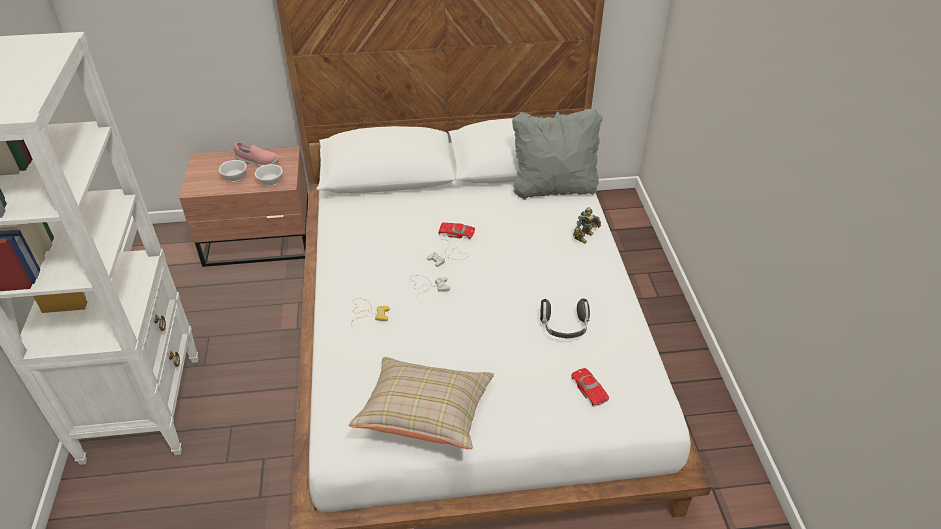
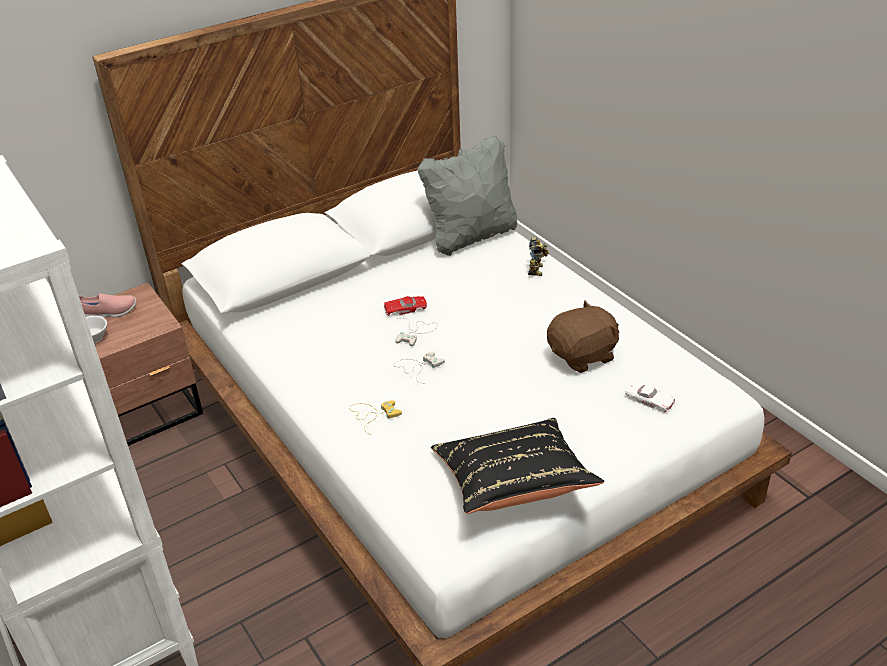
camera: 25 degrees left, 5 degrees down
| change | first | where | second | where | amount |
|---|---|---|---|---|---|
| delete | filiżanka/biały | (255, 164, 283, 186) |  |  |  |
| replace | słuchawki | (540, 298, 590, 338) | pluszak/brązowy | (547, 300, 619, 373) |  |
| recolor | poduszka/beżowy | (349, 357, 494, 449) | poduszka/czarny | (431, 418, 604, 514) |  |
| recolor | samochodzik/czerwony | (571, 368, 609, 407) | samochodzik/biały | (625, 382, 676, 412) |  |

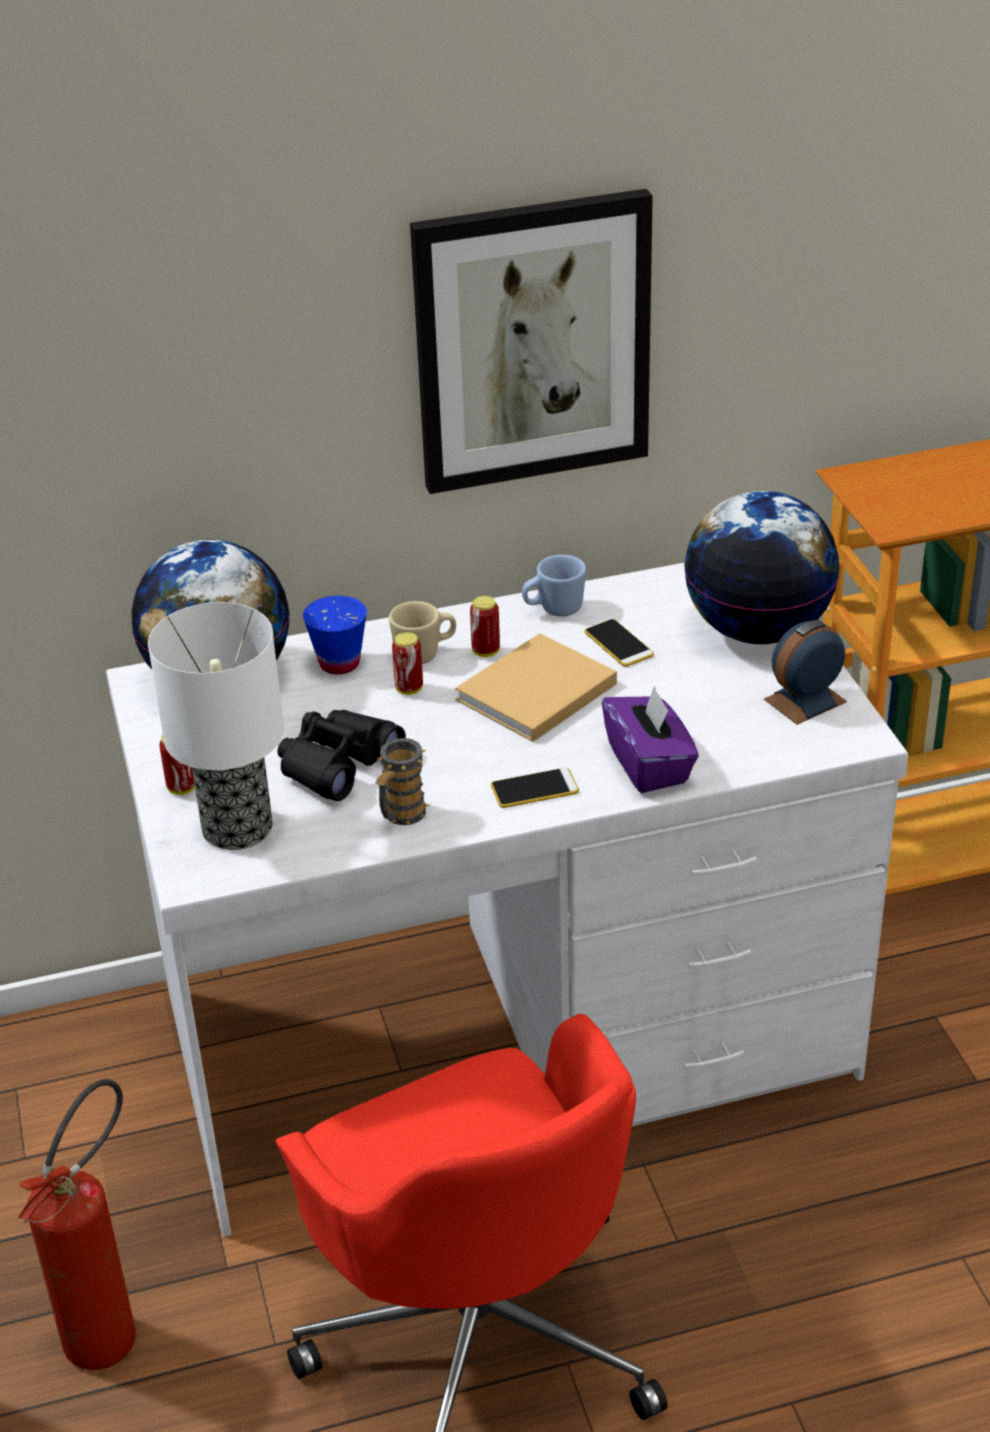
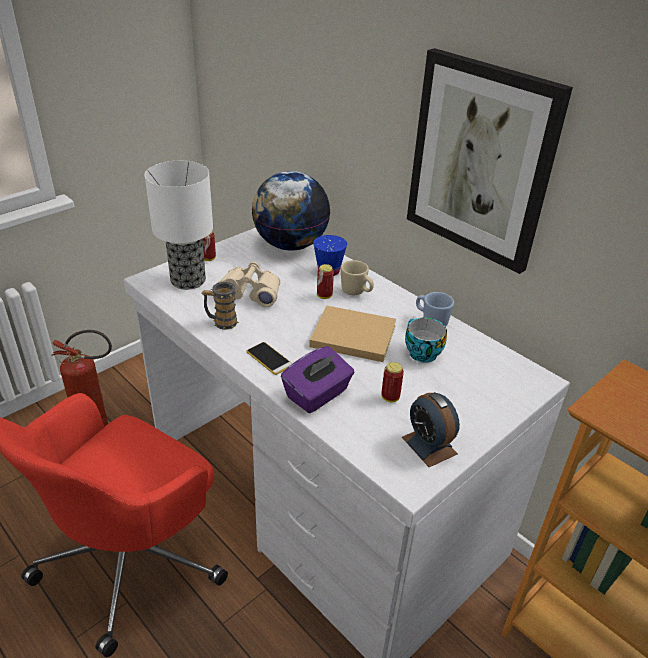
camera: 60 degrees right, 0 degrees up
| change | first | where | second | where | amount |
|---|---|---|---|---|---|
| delete | globus | (684, 491, 840, 644) |  |  |  |
| move | puszka | (470, 596, 500, 657) |  | (381, 362, 404, 402) |  |
| replace | telefon | (585, 619, 654, 667) | filiżanka | (405, 317, 447, 363) |  |
| recolor | lornetka/czarny | (277, 710, 406, 801) | lornetka/beżowy | (218, 262, 280, 307) |  |
| rotate | budzik | (764, 620, 847, 725) |  | (402, 392, 460, 467) | 150 degrees counterclockwise |

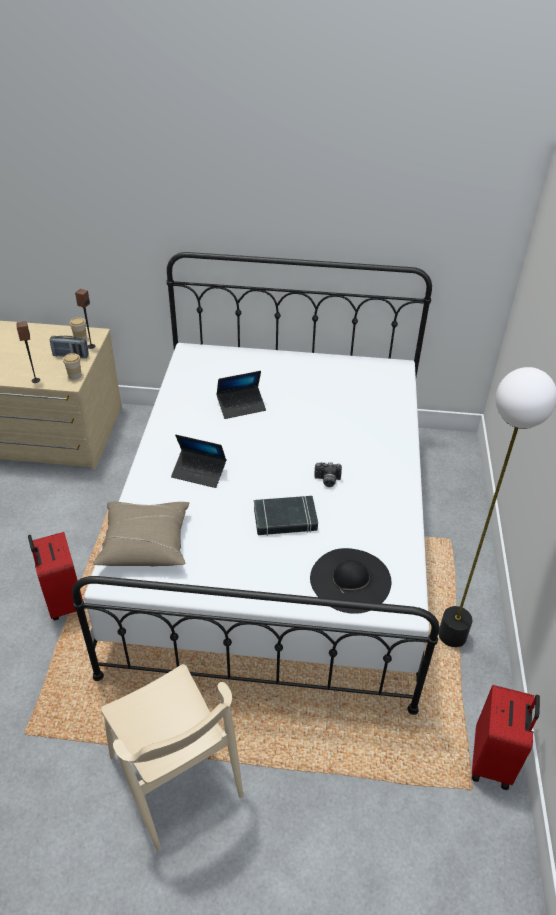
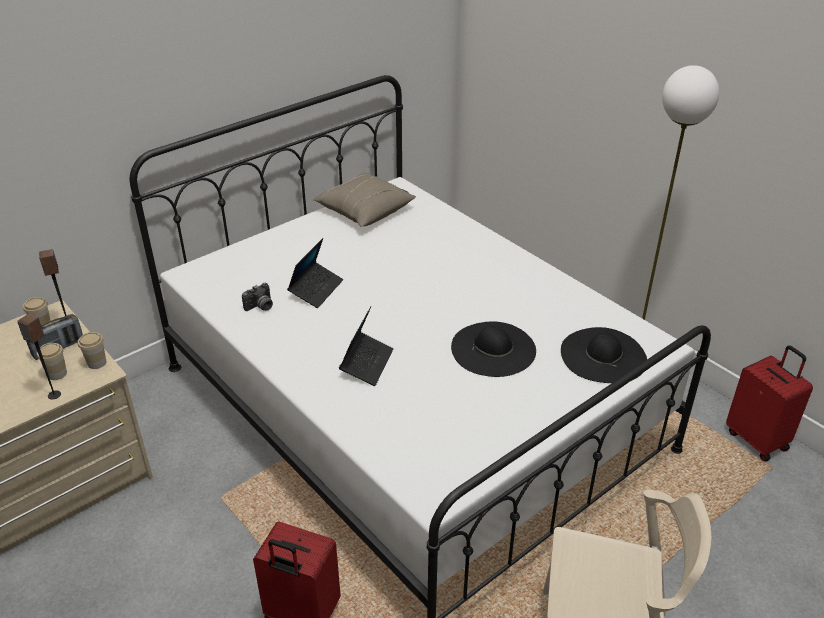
camera: 45 degrees left, 5 degrees down
| change | first | where | second | where | amount |
|---|---|---|---|---|---|
| insert |  |  | filiżanka | (37, 343, 67, 380) |  |
| move | poduszka/beżowy | (93, 502, 189, 567) |  | (313, 173, 416, 227) |  |
| move | aparat fotograficzny | (314, 462, 342, 487) |  | (242, 283, 273, 311) |  |
| replace | książka/czarny | (254, 496, 318, 536) | kapelusz/czarny | (451, 321, 536, 377) |  |
| rotate | laptop | (171, 435, 226, 488) |  | (339, 307, 393, 386) | 45 degrees counterclockwise |

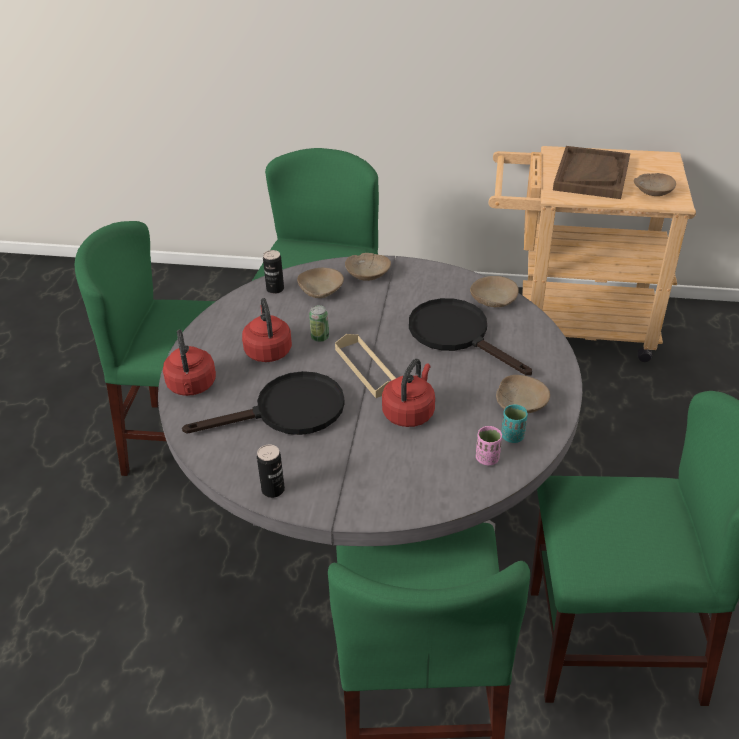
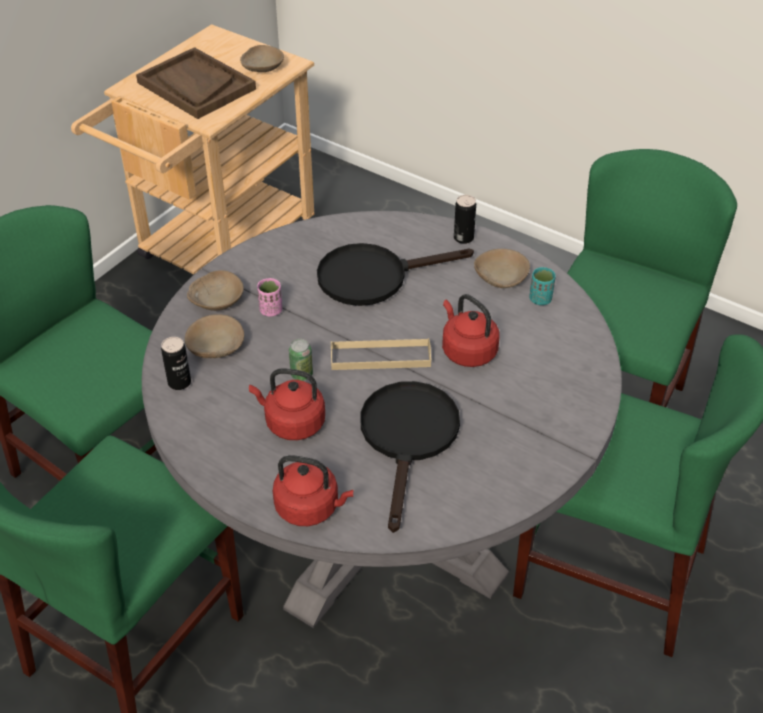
camera: 65 degrees left, 5 degrees up
| change | first | where | second | where | amount |
|---|---|---|---|---|---|
| delete | miska/beżowy | (470, 276, 519, 307) |  |  |  |
| move | puszka | (257, 444, 285, 498) |  | (454, 195, 476, 244) |  |
| move | filiżanka/różowy | (476, 426, 502, 465) |  | (257, 278, 282, 317) |  |

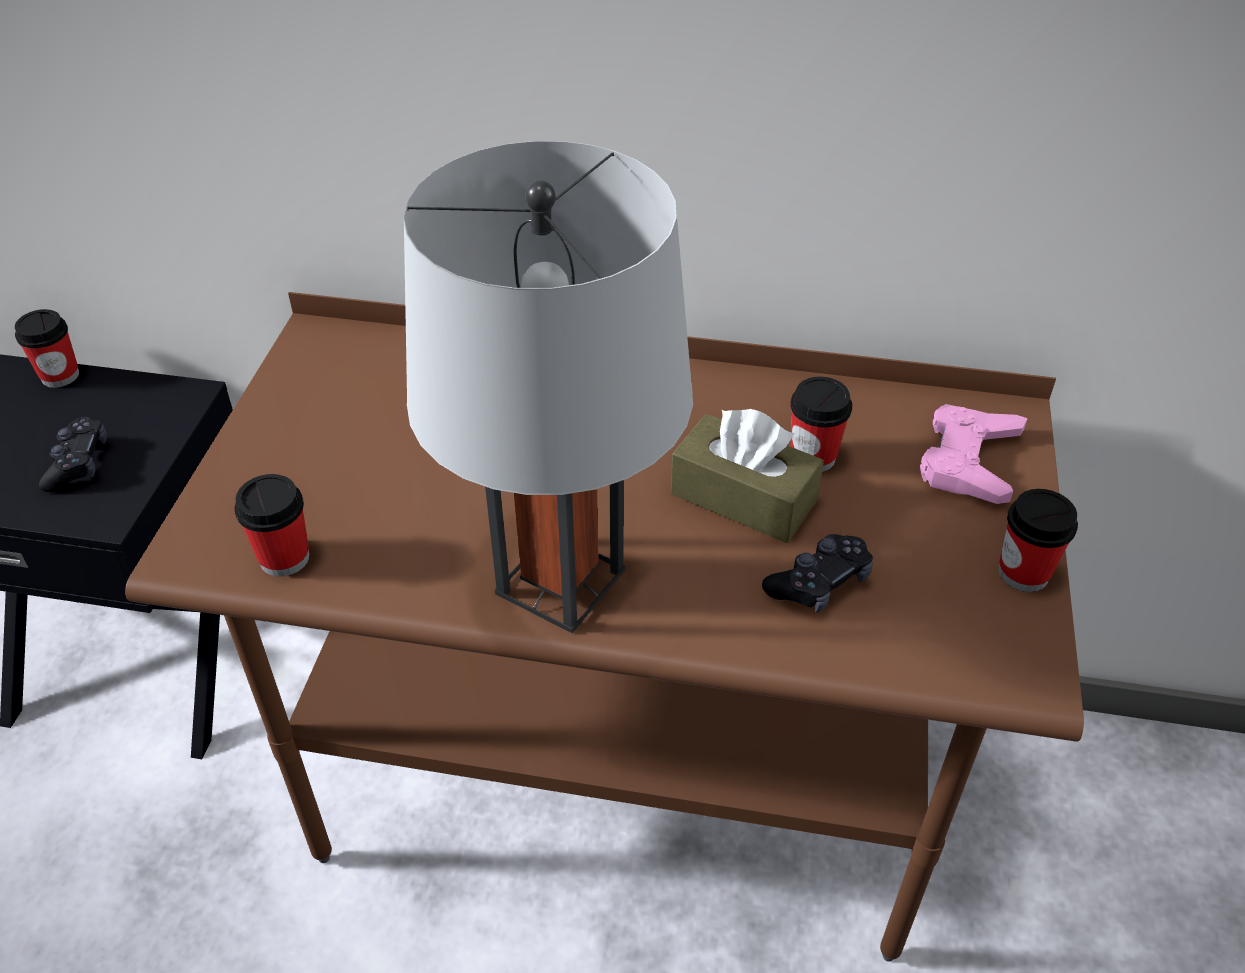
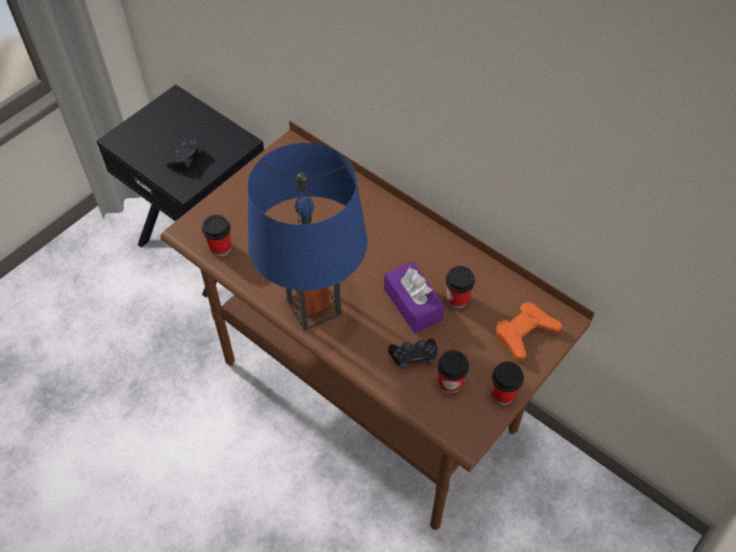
camera: 30 degrees right, 10 degrees up
| change | first | where | second | where | amount |
|---|---|---|---|---|---|
| move | filiżanka | (15, 309, 79, 388) |  | (438, 350, 469, 394) |  |
| recolor | lampa stołowa/szary | (403, 141, 693, 633) | lampa stołowa/niebieski | (248, 143, 368, 331) |  |
| recolor | pudełko chusteczek/brązowy | (671, 409, 824, 543) | pudełko chusteczek/fioletowy | (384, 262, 444, 333) |  |
| recolor | pad do gier/różowy | (920, 404, 1028, 504) | pad do gier/pomarańczowy | (496, 302, 562, 361) |  |

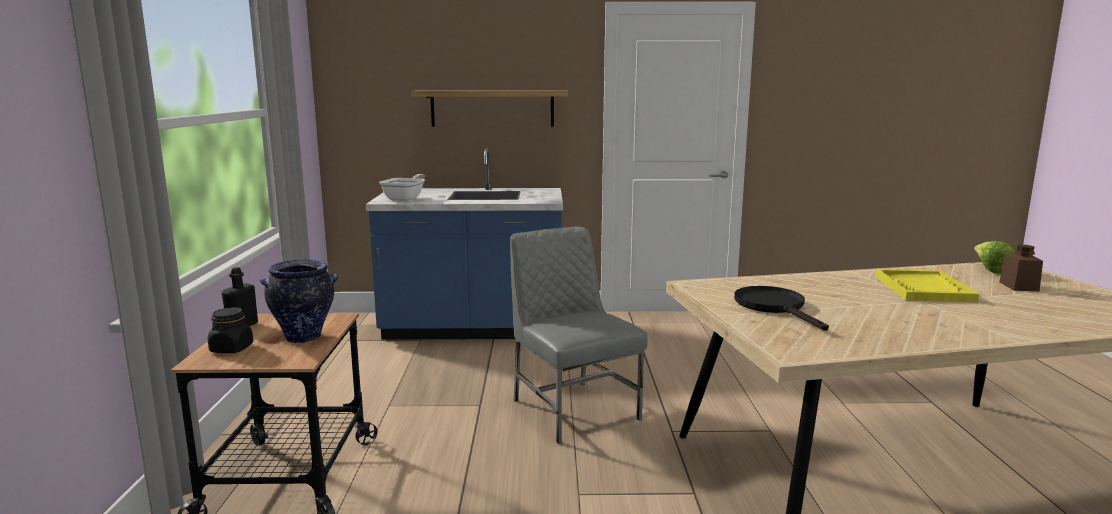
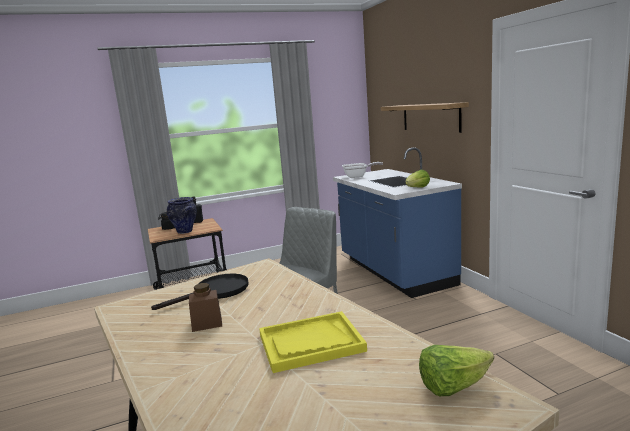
camera: 70 degrees right, 0 degrees up
| change | first | where | second | where | amount |
|---|---|---|---|---|---|
| insert |  |  | sałata | (405, 170, 430, 188) |  |
| move | słoik/brązowy | (999, 244, 1043, 291) |  | (189, 283, 222, 332) |  |

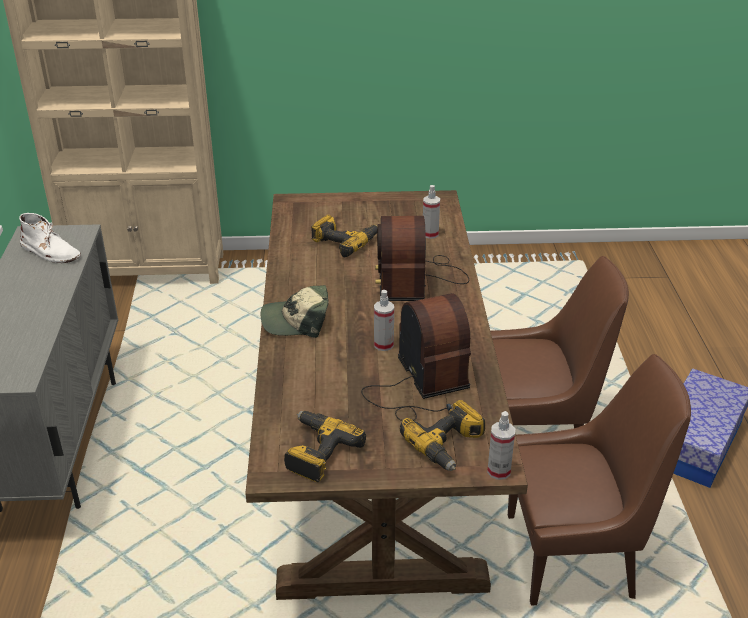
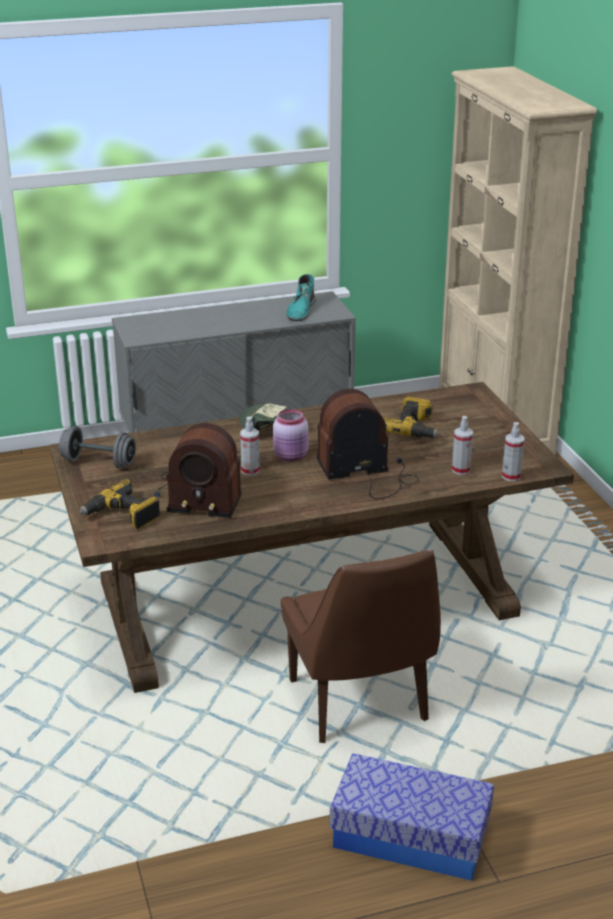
camera: 75 degrees right, 5 degrees down
| change | first | where | second | where | amount |
|---|---|---|---|---|---|
| delete | krzesło/brązowy | (508, 354, 691, 606) |  |  |  |
| insert |  |  | słoik/różowy | (273, 409, 309, 462) |  |
| move | spryskiwacz | (487, 411, 515, 480) |  | (502, 422, 525, 481) |  |
| replace | wiertarka | (284, 411, 366, 482) | hantel/szary | (59, 426, 136, 468) |  |
| recolor | but z cholewką/biały | (19, 213, 81, 263) | but z cholewką/turkusowy | (286, 274, 316, 321) |  |
| rotate | radio | (361, 293, 471, 421) |  | (154, 423, 242, 518) | 45 degrees clockwise |

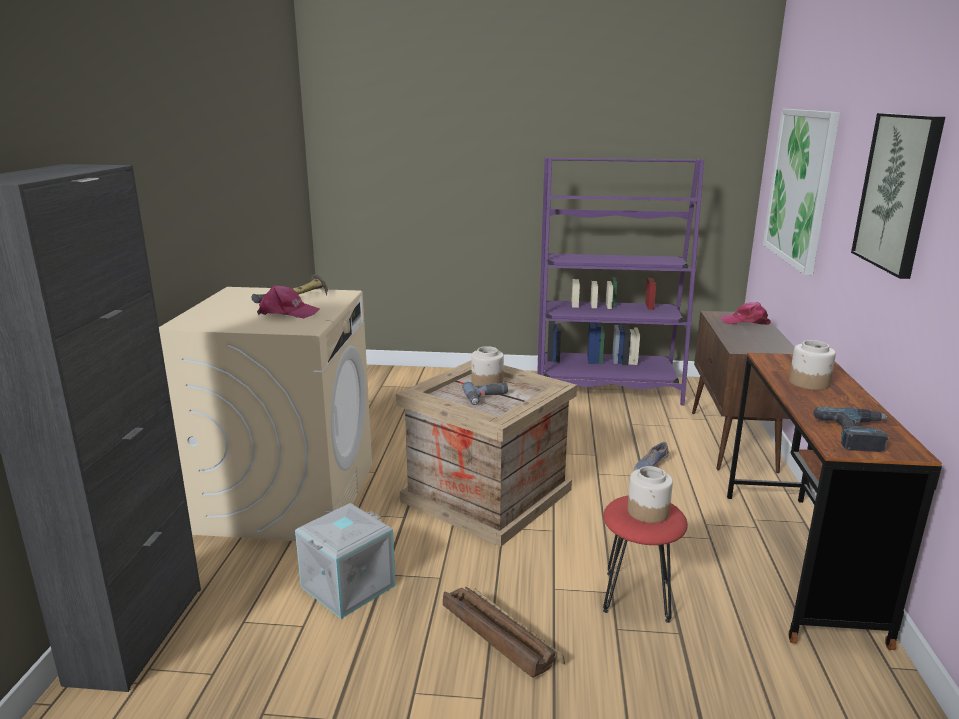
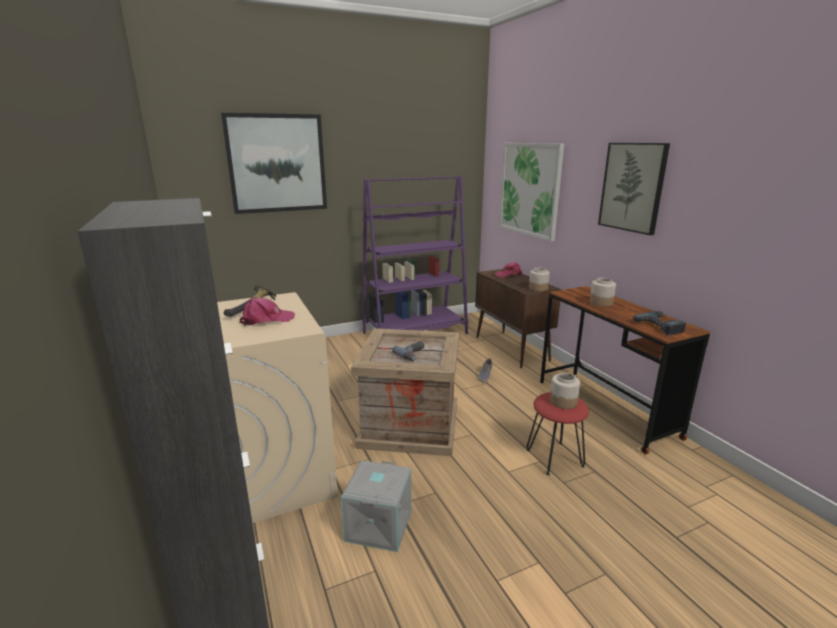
camera: 30 degrees left, 0 degrees up
| change | first | where | second | where | amount |
|---|---|---|---|---|---|
| delete | skrzynka | (443, 587, 565, 678) |  |  |  |
| insert |  |  | obraz | (221, 113, 327, 214) |  |
| move | słoik | (471, 346, 504, 387) |  | (529, 267, 550, 292) |  |

